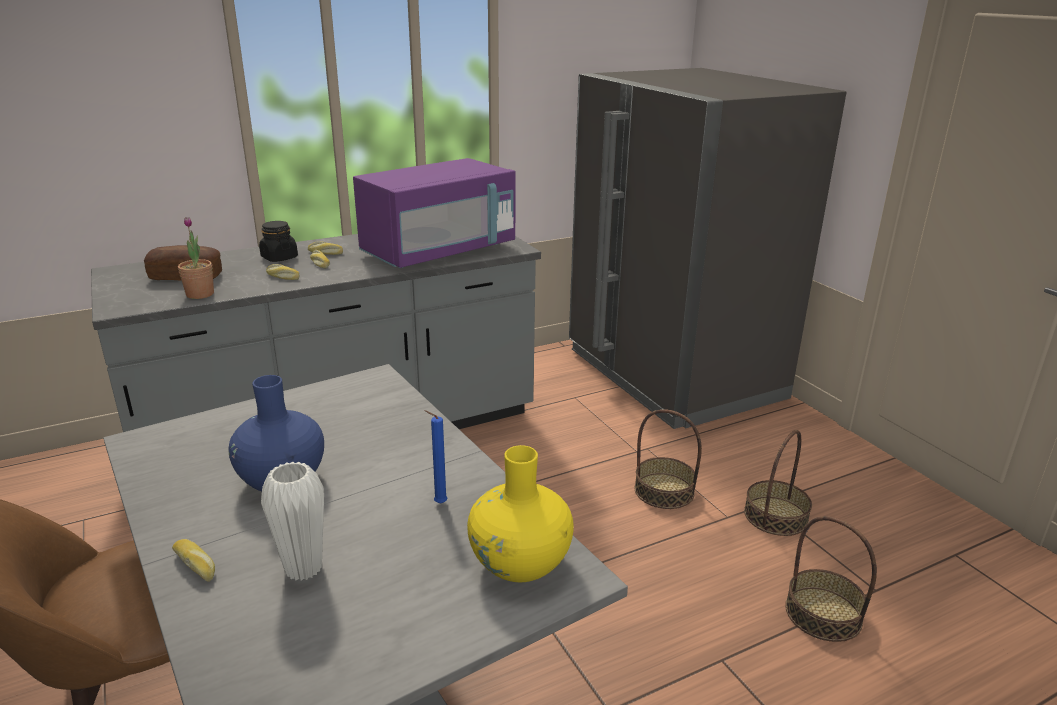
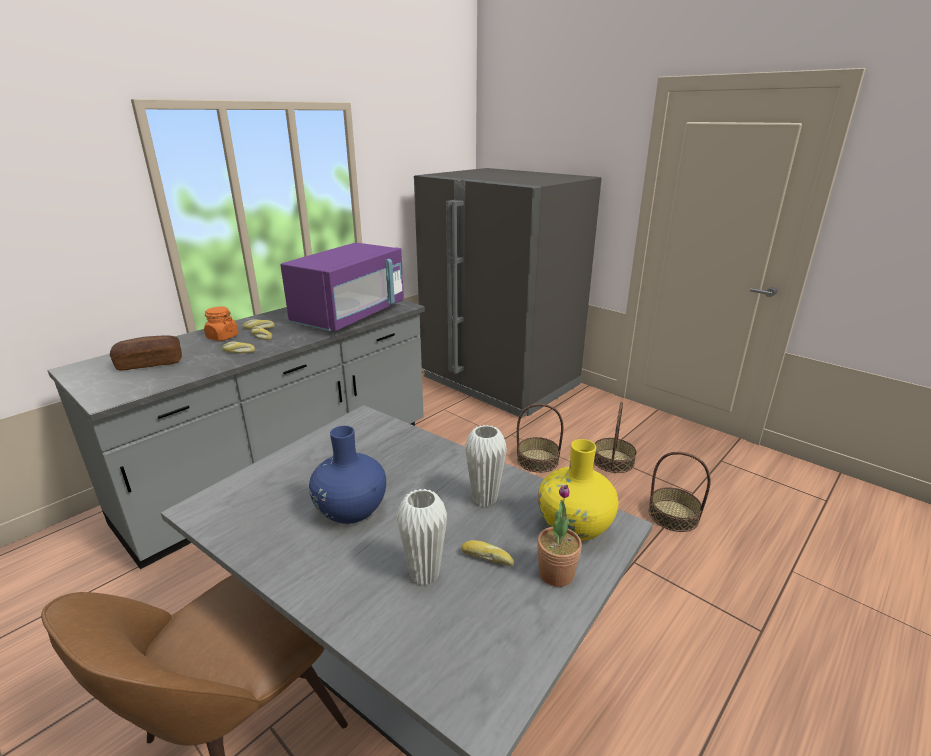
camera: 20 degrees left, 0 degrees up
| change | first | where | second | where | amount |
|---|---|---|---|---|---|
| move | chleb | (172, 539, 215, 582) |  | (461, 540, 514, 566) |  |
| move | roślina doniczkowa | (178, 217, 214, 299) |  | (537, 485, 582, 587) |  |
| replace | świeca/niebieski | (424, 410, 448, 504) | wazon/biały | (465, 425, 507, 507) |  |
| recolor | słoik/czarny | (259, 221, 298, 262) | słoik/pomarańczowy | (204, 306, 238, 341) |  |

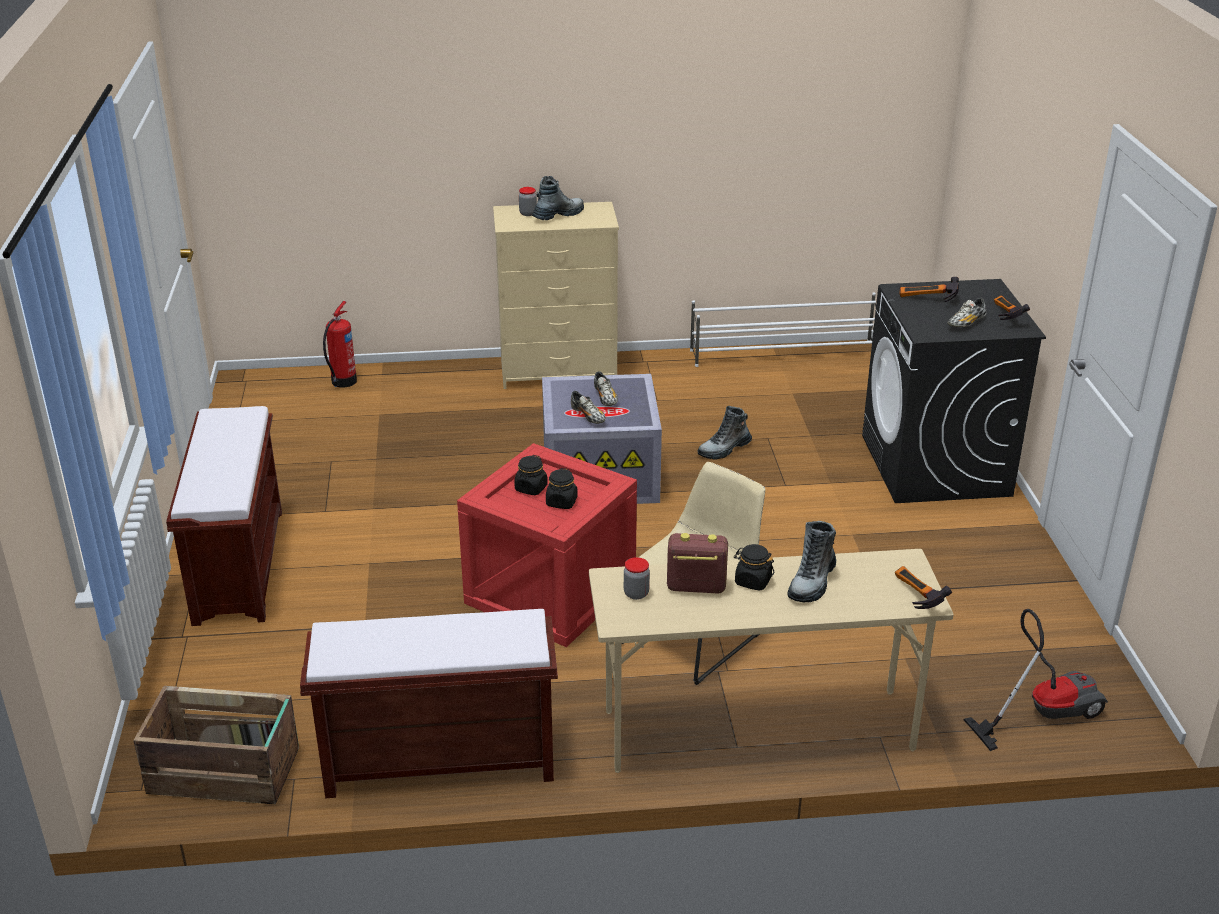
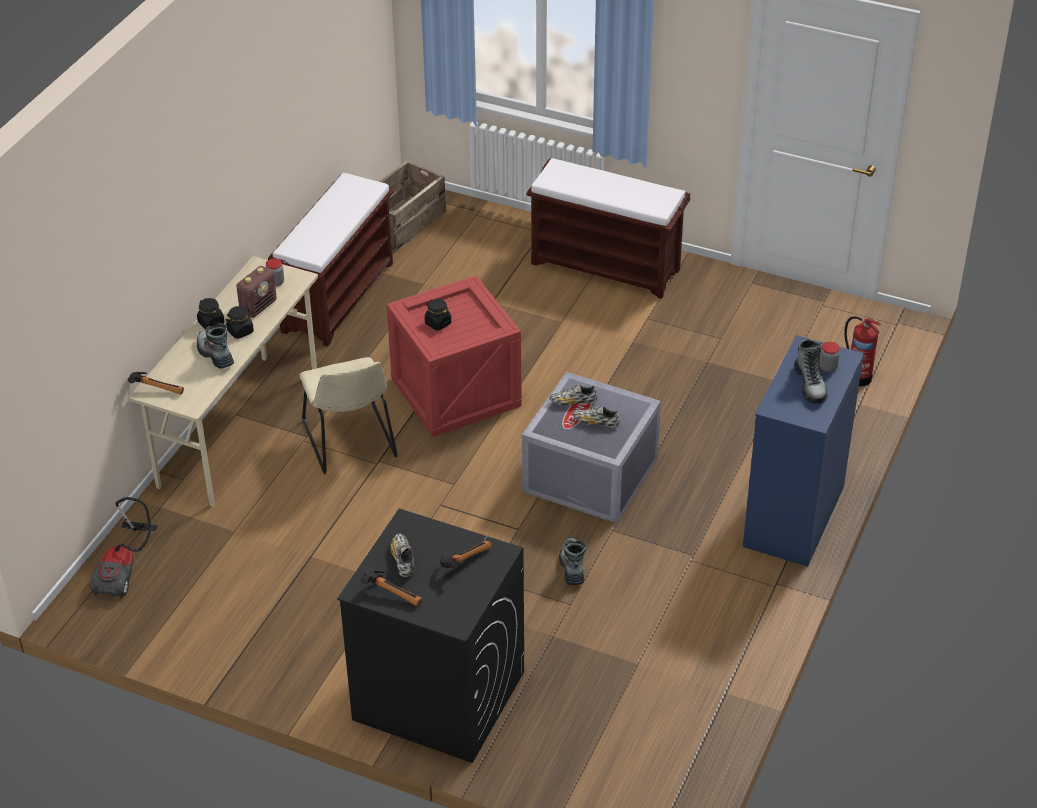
camera: 120 degrees right, 10 degrees up
| change | first | where | second | where | amount |
|---|---|---|---|---|---|
| delete | regał na buty/biały | (690, 292, 876, 367) |  |  |  |
| move | słoik/czarny | (514, 455, 548, 495) |  | (197, 298, 224, 329) |  |
| recolor | komoda/beżowy | (493, 202, 619, 389) | komoda/niebieski | (743, 335, 864, 567) |  |

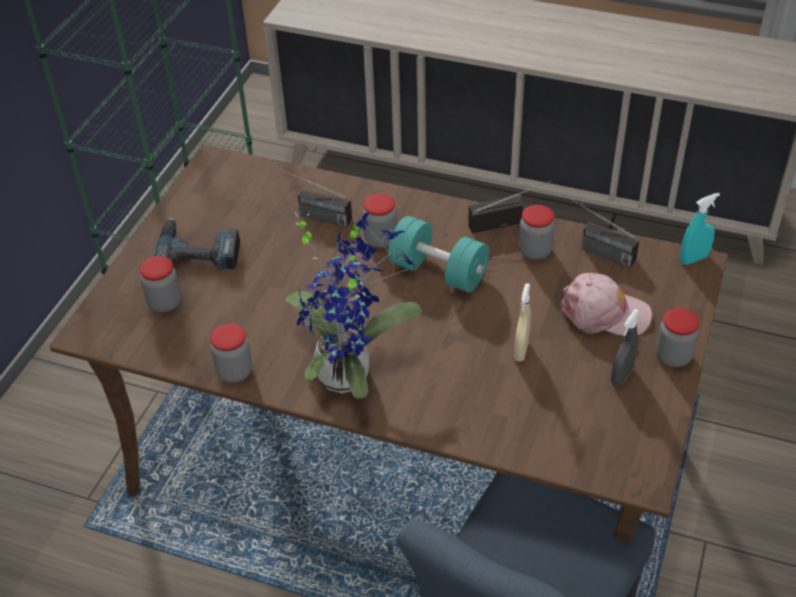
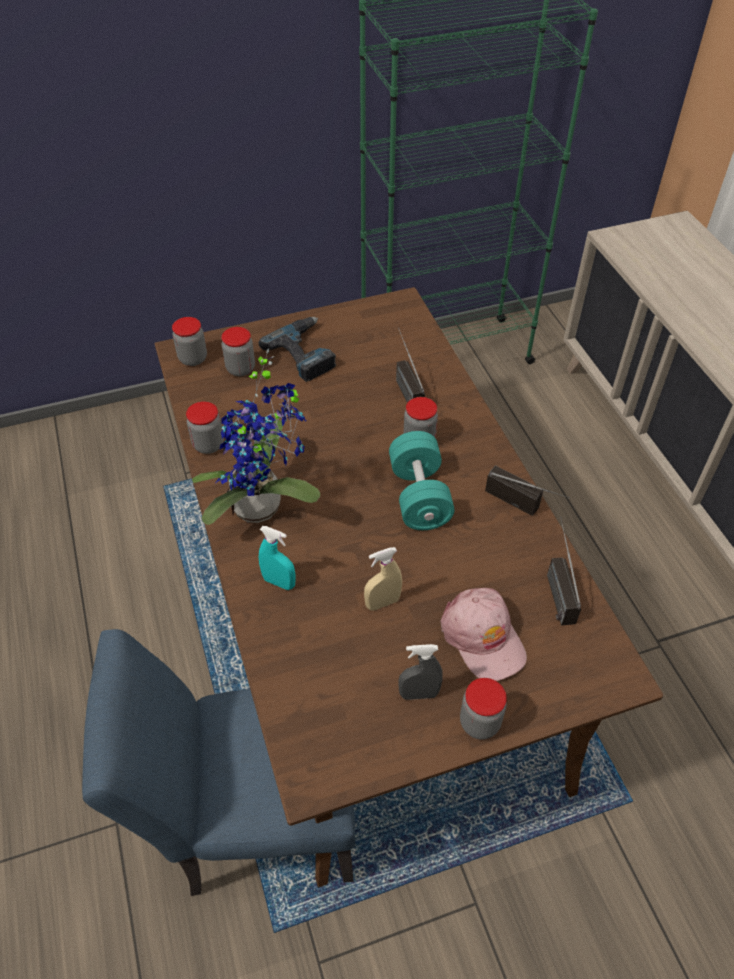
camera: 50 degrees right, 5 degrees up
| change | first | where | second | where | amount |
|---|---|---|---|---|---|
| move | słoik | (519, 205, 555, 260) |  | (172, 317, 207, 366) |  |
| move | spryskiwacz/turkusowy | (680, 193, 720, 265) |  | (259, 526, 295, 590) |  |

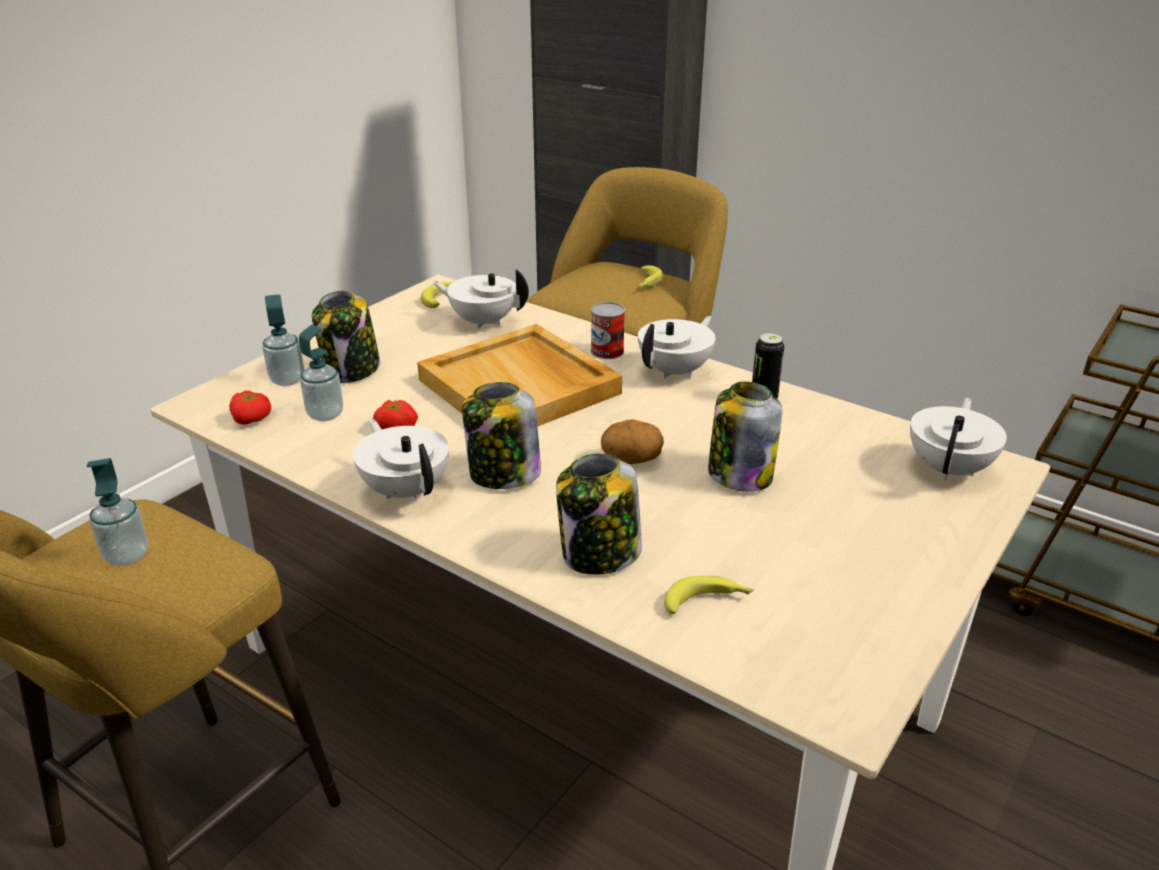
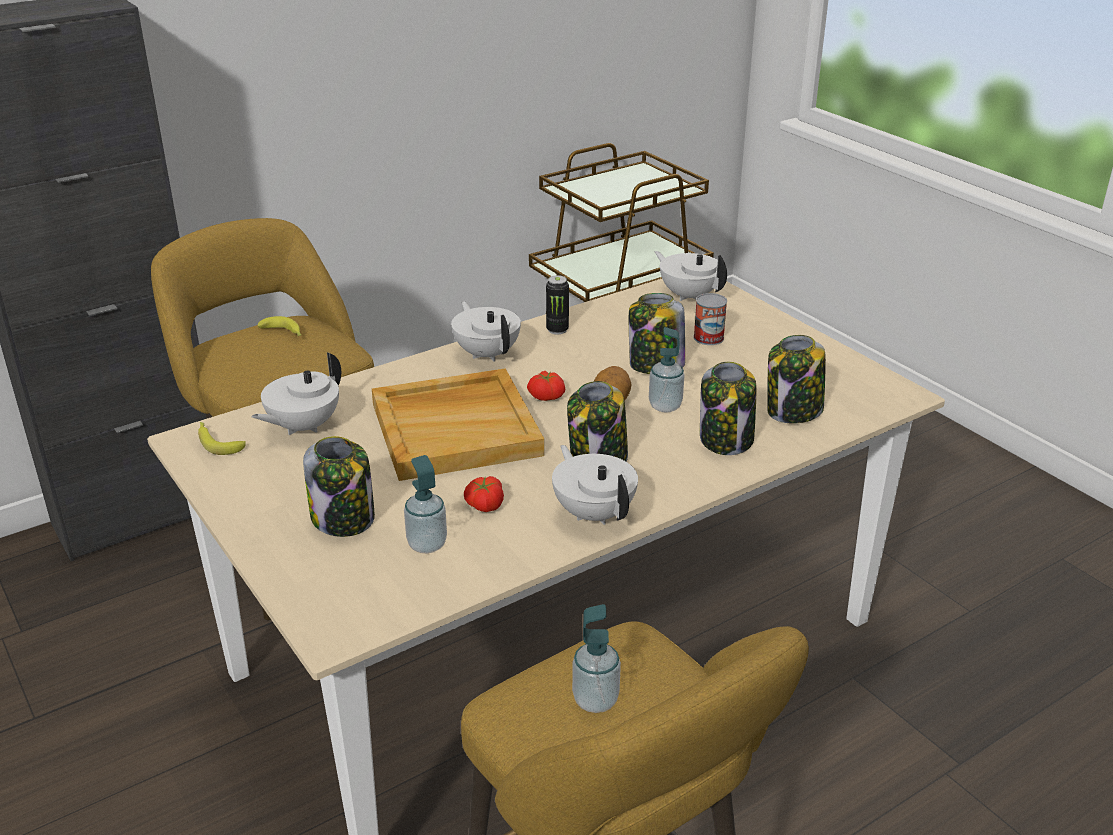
camera: 70 degrees left, 0 degrees up
| change | first | where | second | where | amount |
|---|---|---|---|---|---|
| move | pomidor | (229, 390, 271, 425) |  | (527, 371, 565, 401) |  |
| move | dozownik mydła | (262, 294, 304, 386) |  | (649, 327, 685, 413) |  |
| move | puszka | (591, 302, 625, 359) |  | (694, 293, 727, 345) |  |
| replace | banan | (664, 576, 754, 614) | słoik | (767, 335, 826, 424) |  |
| rotate | imbryk/biały | (353, 419, 449, 502) |  | (552, 445, 638, 525) | 75 degrees clockwise |

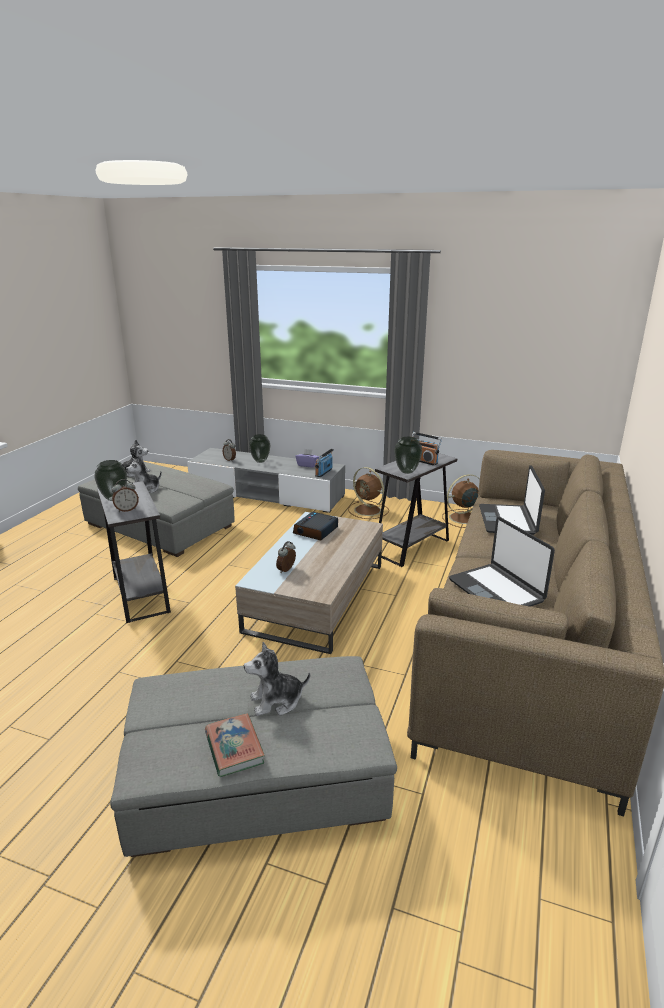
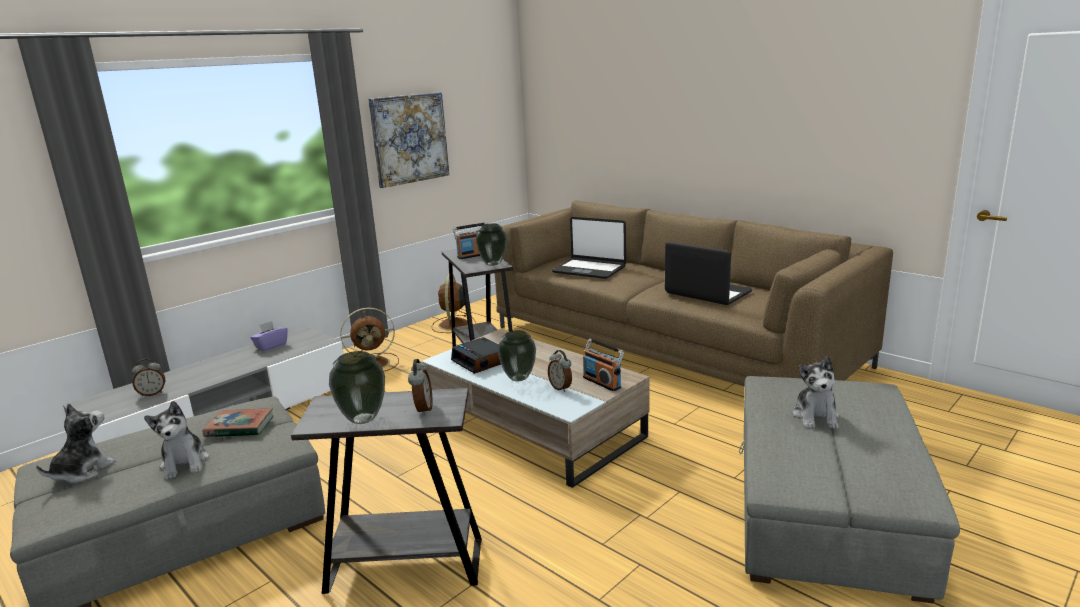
camera: 65 degrees left, 5 degrees down
| change | first | where | second | where | amount |
|---|---|---|---|---|---|
| insert |  |  | obraz | (368, 92, 449, 188) |  |
| move | książka | (205, 713, 265, 777) |  | (203, 408, 274, 437) |  |
| move | wazon | (249, 434, 270, 463) |  | (498, 330, 536, 381) |  |
| move | radio | (315, 448, 334, 477) |  | (583, 338, 624, 391) |  |
| rotate | laptop | (449, 517, 555, 607) |  | (665, 242, 752, 305) | 135 degrees counterclockwise |

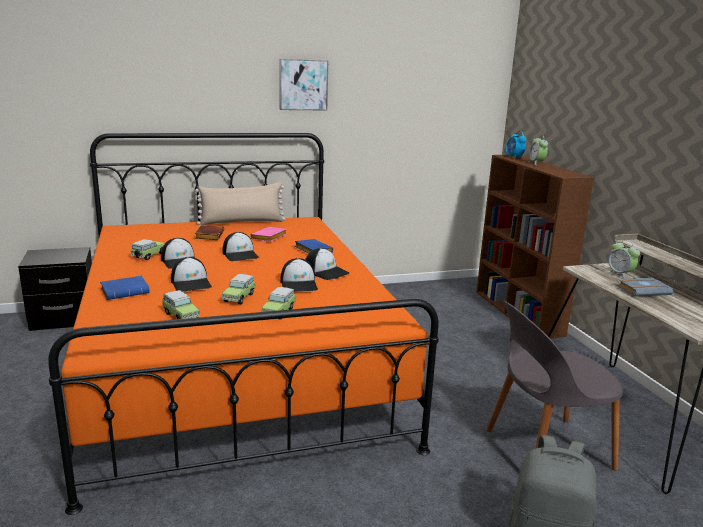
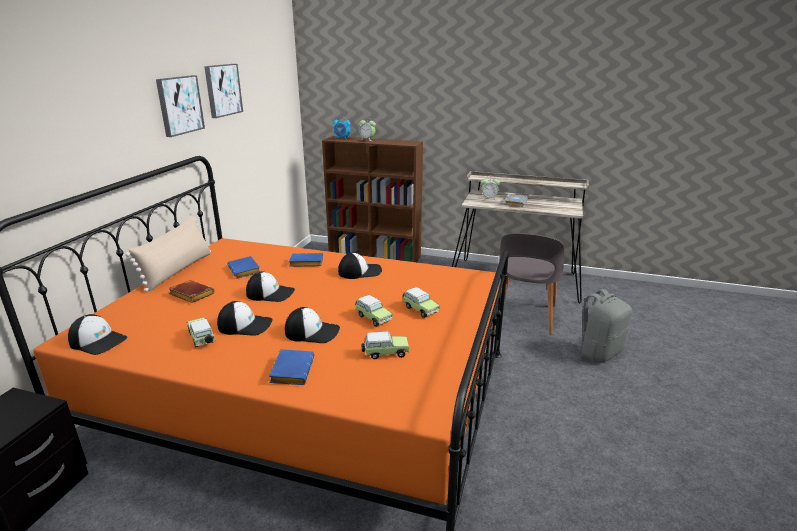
camera: 55 degrees left, 5 degrees up
| change | first | where | second | where | amount |
|---|---|---|---|---|---|
| insert |  |  | obraz | (204, 64, 243, 118) |  |
| move | czapka z daszkiem | (280, 258, 318, 292) |  | (68, 314, 128, 355) |  |
| recolor | książka/różowy | (250, 227, 287, 242) | książka/niebieski | (227, 256, 260, 279) |  |

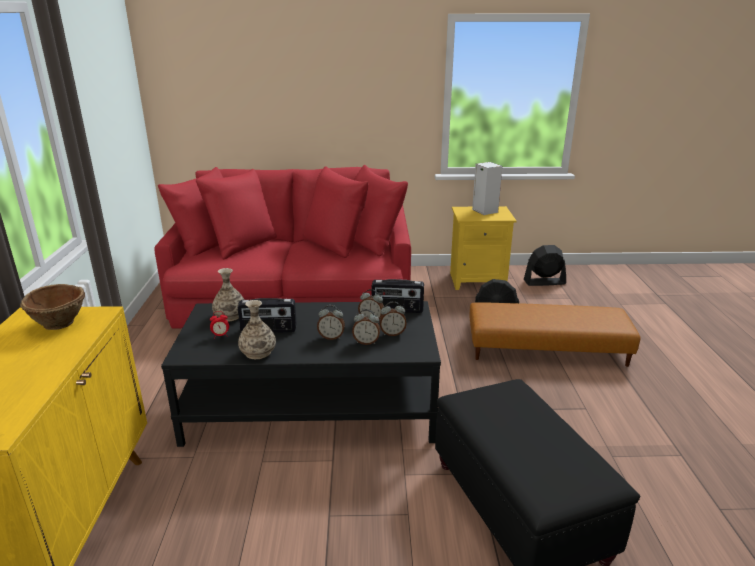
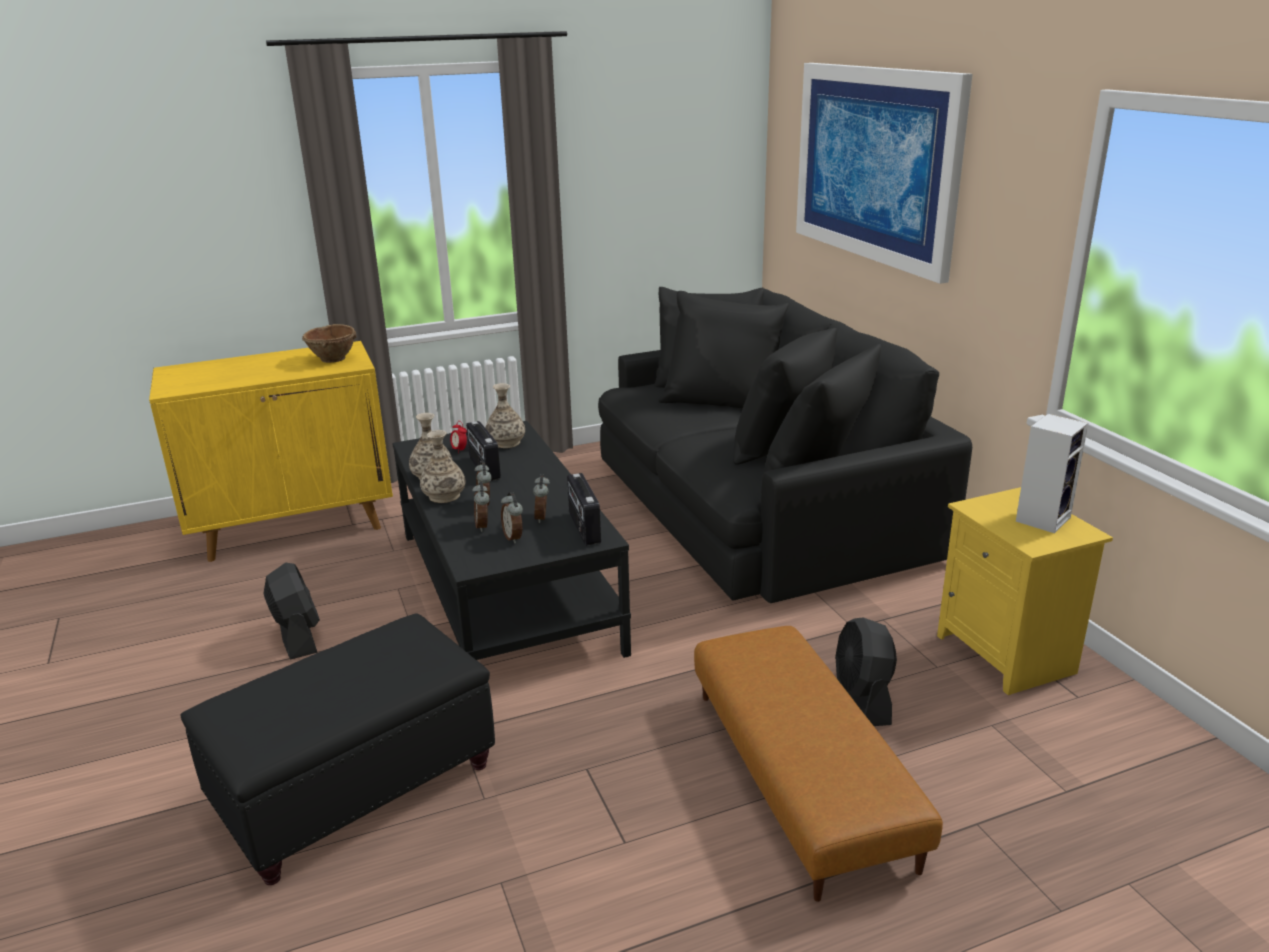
camera: 70 degrees right, 0 degrees up
| change | first | where | second | where | amount |
|---|---|---|---|---|---|
| insert |  |  | wazon | (420, 430, 466, 503) |  |
| insert |  |  | obraz | (796, 63, 973, 284) |  |
| move | wentylator/czarny | (524, 245, 566, 286) |  | (263, 563, 320, 660) |  |
| recolor | kanapa/czerwony | (154, 164, 411, 329) | kanapa/czarny | (598, 287, 972, 603) |  |

